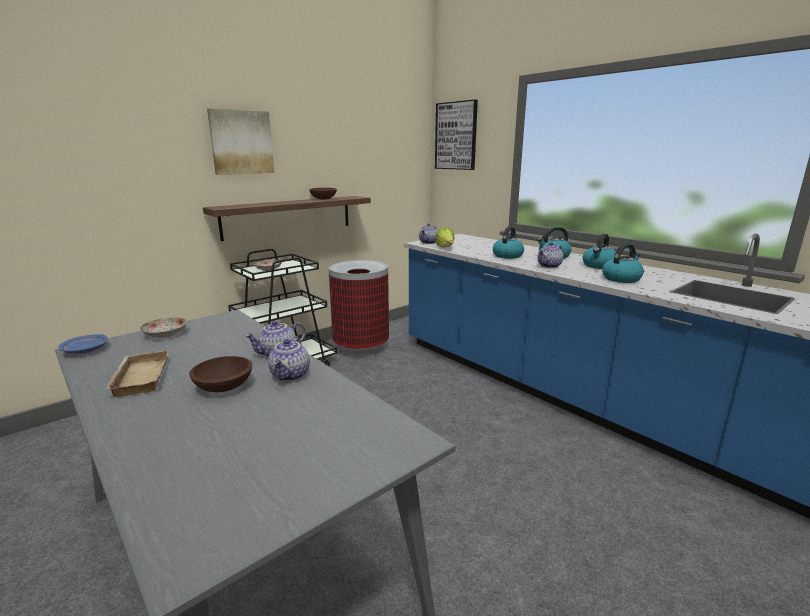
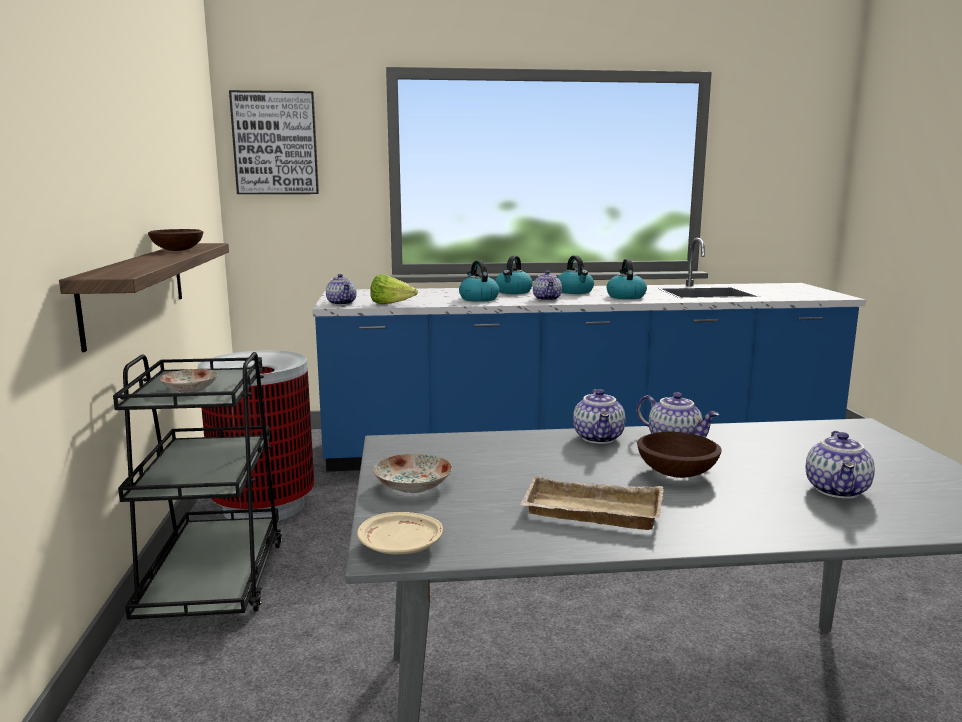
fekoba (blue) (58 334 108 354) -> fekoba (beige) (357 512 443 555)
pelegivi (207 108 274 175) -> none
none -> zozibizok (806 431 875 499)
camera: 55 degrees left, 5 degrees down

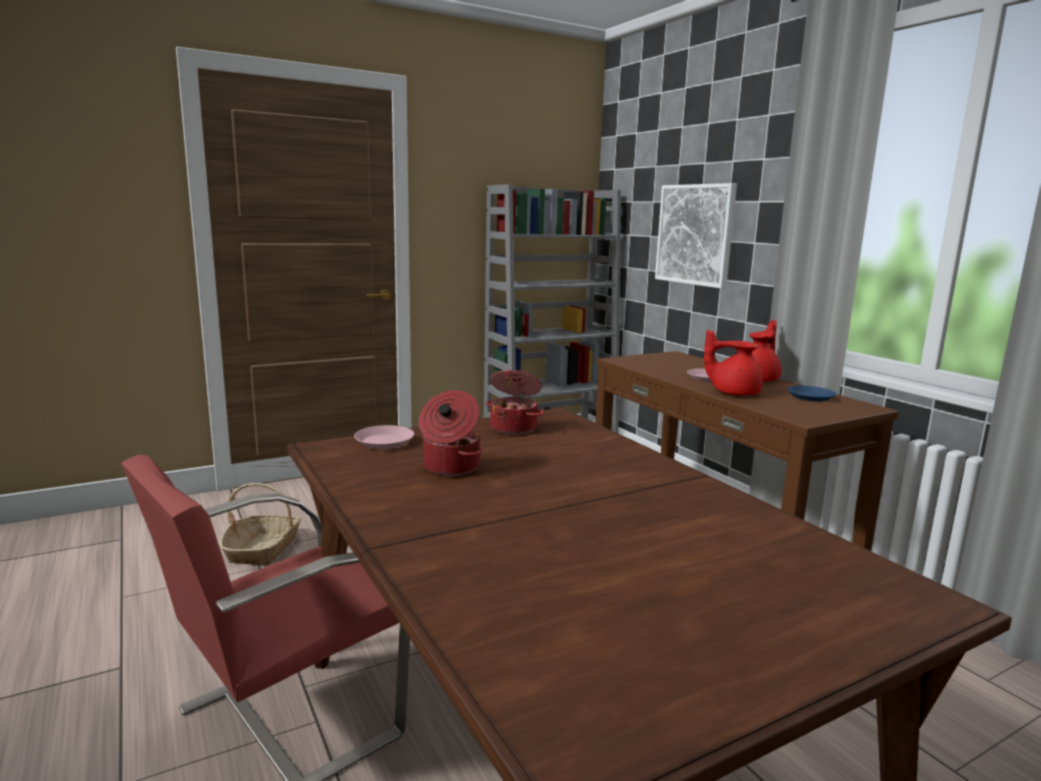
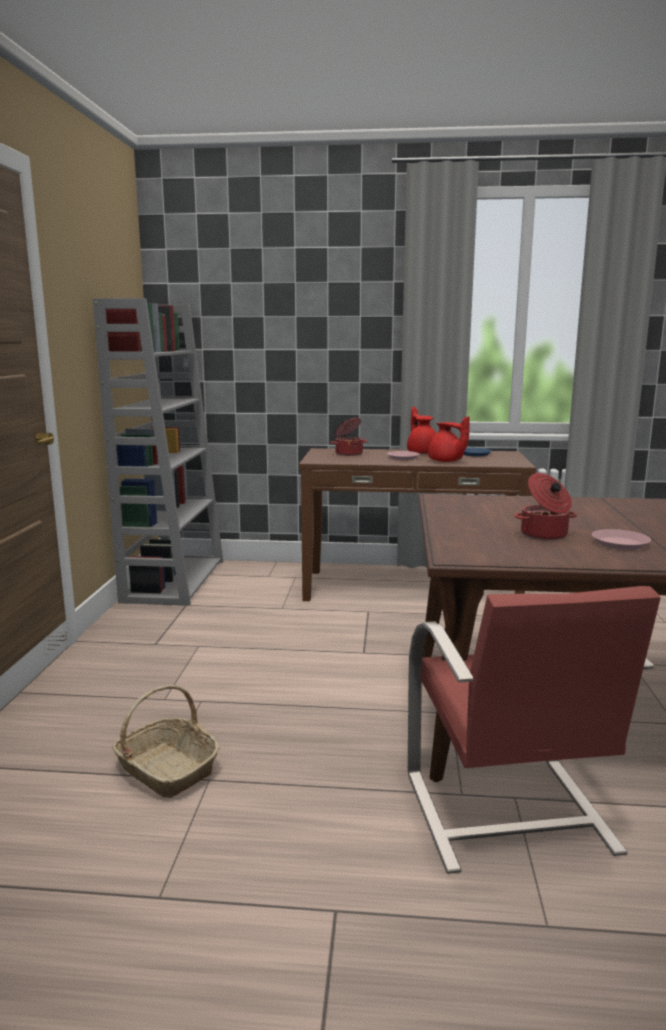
fekoba (pink) (354 425 414 449) -> fekoba (pink) (592 529 651 550), moved
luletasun (486 370 544 435) -> luletasun (330 418 368 456), moved
pelegivi (655 183 737 288) -> none
zozibizok (red) (704 330 763 396) -> zozibizok (red) (428 416 470 462), 90 degrees counterclockwise
camera: 55 degrees left, 0 degrees up

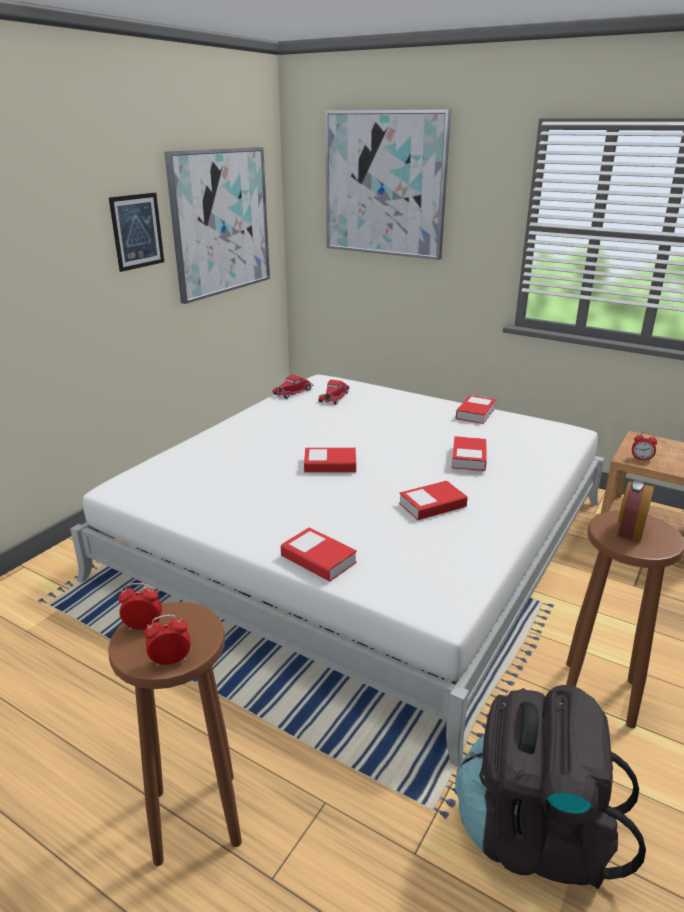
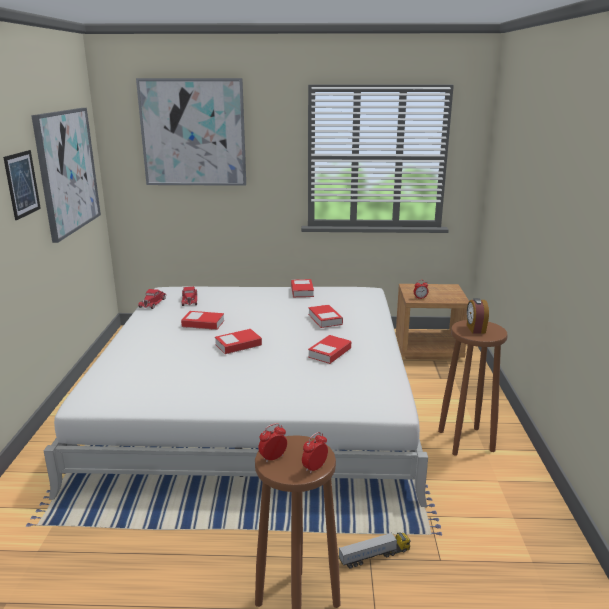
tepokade (281 527 357 582) -> tepokade (181 311 224 330), moved
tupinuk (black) (455 685 646 889) -> none
none -> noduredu (339 532 411 569)
camera: 30 degrees left, 5 degrees down

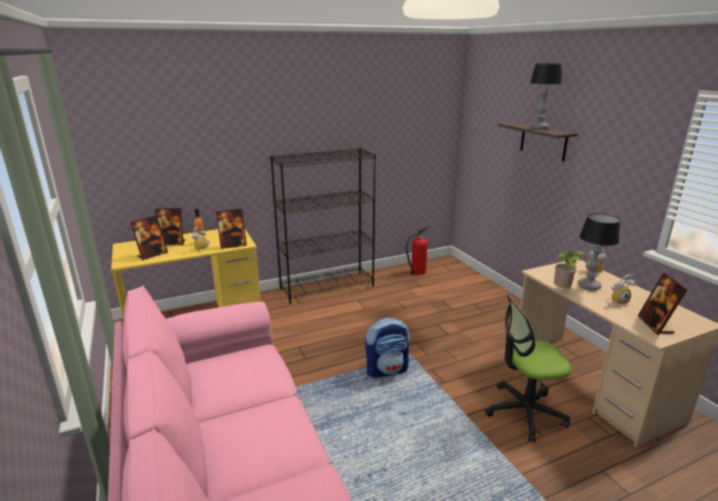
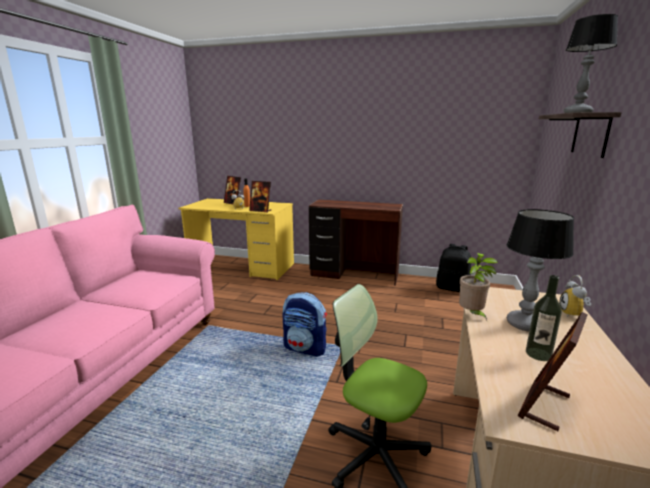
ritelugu (130 215 168 260) -> none
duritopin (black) (270 148 376 304) -> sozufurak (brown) (309 200 403 286)
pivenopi (406 227 429 275) -> tupinuk (black) (436 244 471 292)
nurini (610 275 635 304) -> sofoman (526 275 562 361)
camera: 40 degrees right, 5 degrees down

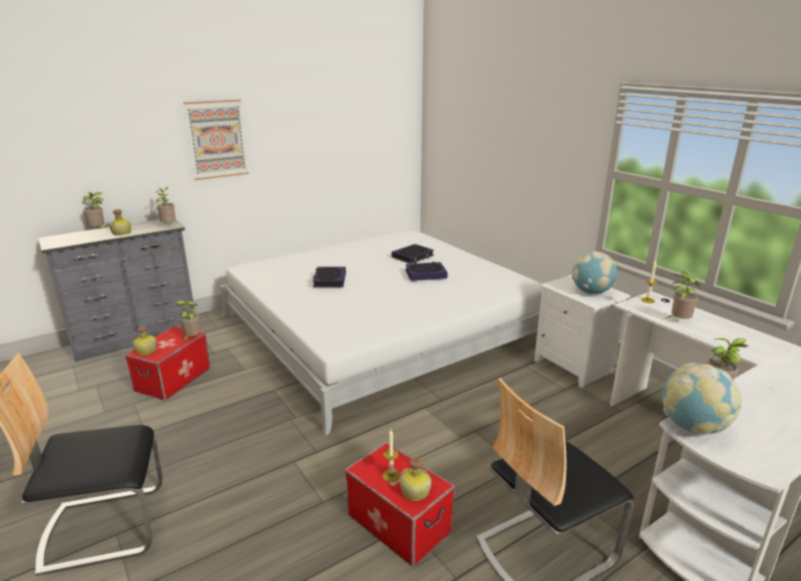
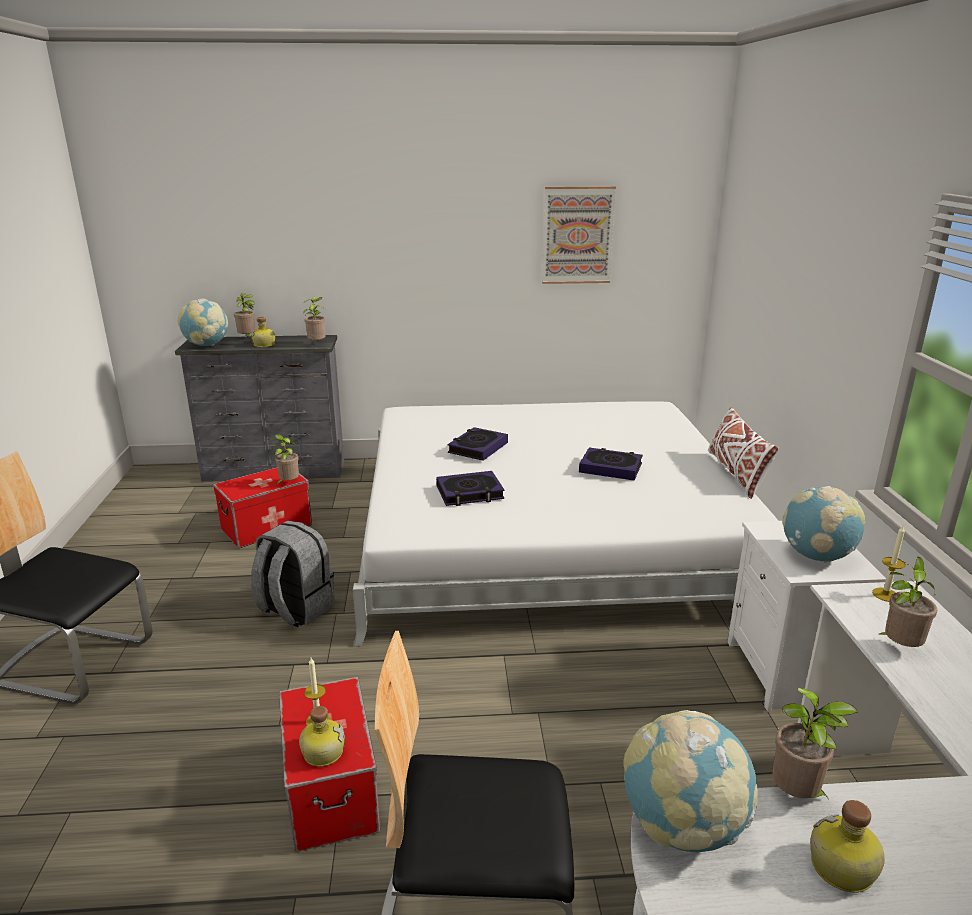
sofoman (133 326 157 355) -> sofoman (810 800 885 893), moved
pelegivi (183 99 249 180) -> pelegivi (542 186 616 284), moved
tepokade (392 244 434 264) -> tepokade (436 471 504 506), moved
none -> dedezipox (178 298 228 346)
none -> tupinuk (grey) (251 521 335 627)
none -> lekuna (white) (708 407 779 499)
camera: 30 degrees right, 0 degrees up

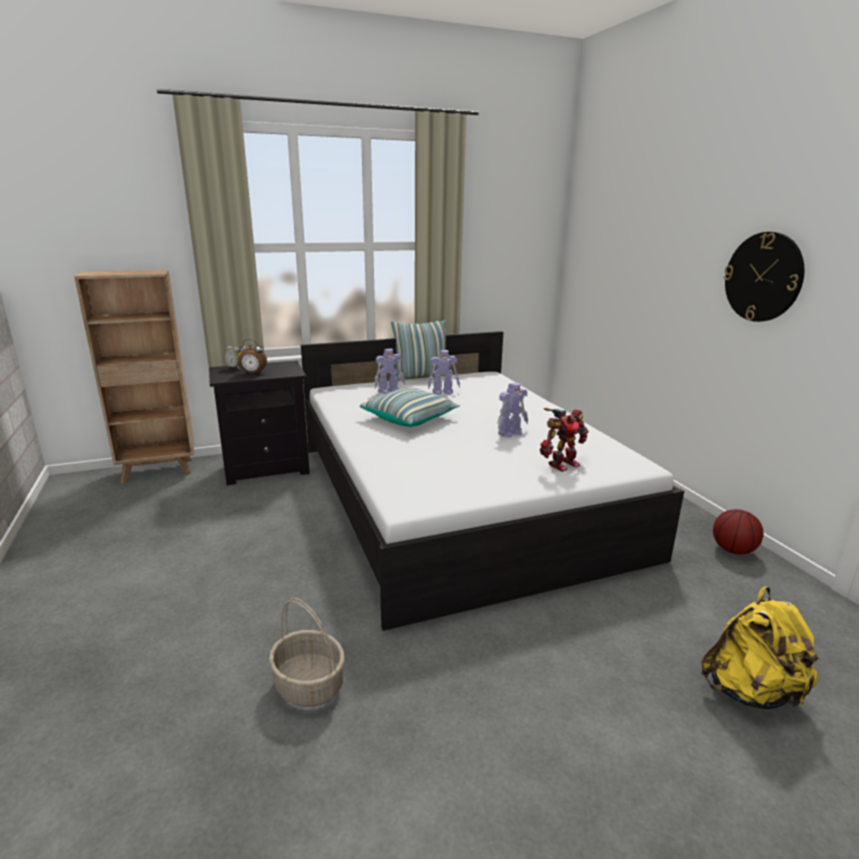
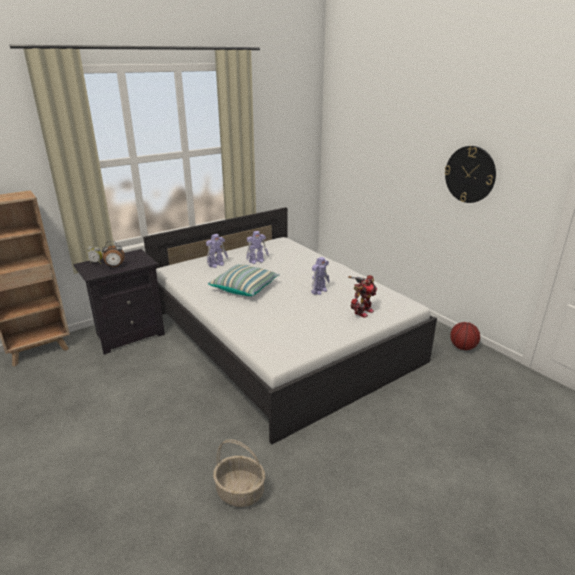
lekuna (391 320 446 381) -> none
tupinuk (yellow) (701 586 821 709) -> none
camera: 15 degrees left, 5 degrees up

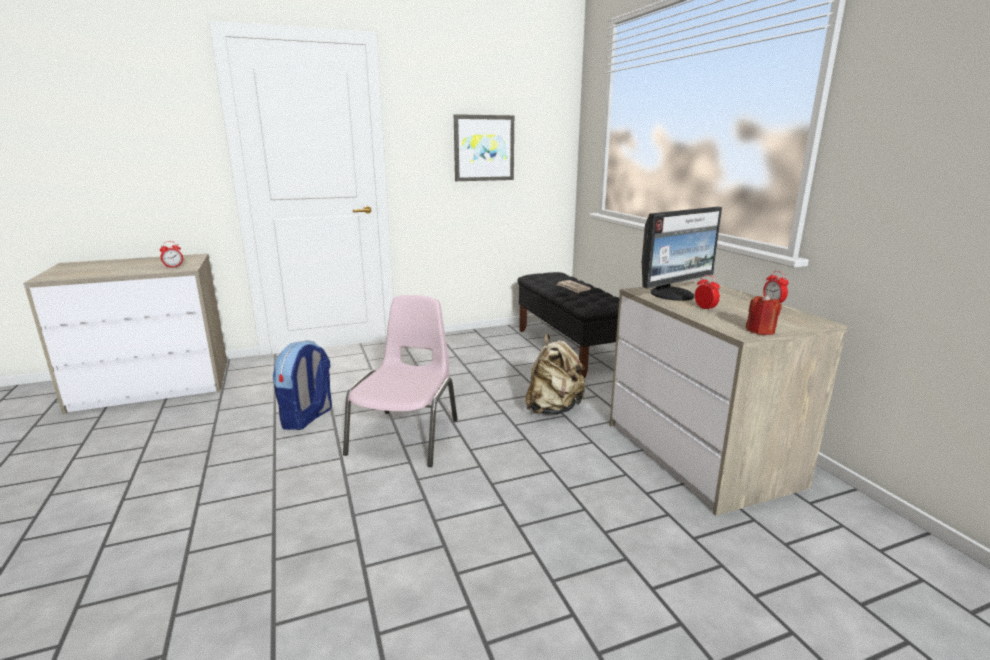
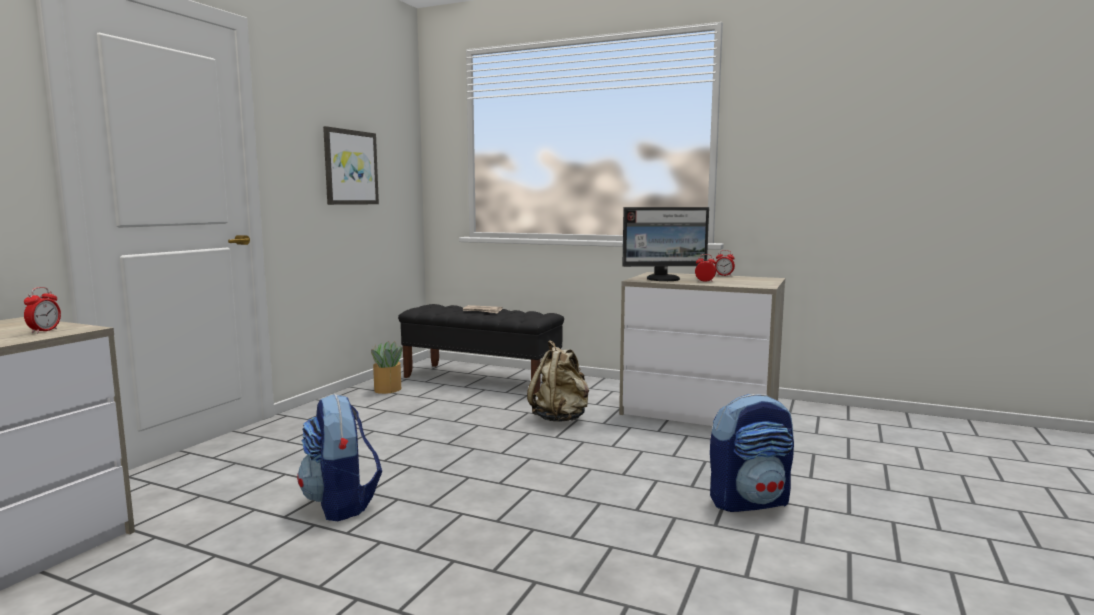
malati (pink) (343 295 458 467) -> none
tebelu (642 207 722 301) -> tebelu (622 207 709 281), 75 degrees clockwise
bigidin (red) (746 294 782 335) -> none
none -> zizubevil (371 341 402 394)
none -> tupinuk (710 394 794 512)
camera: 45 degrees left, 10 degrees down

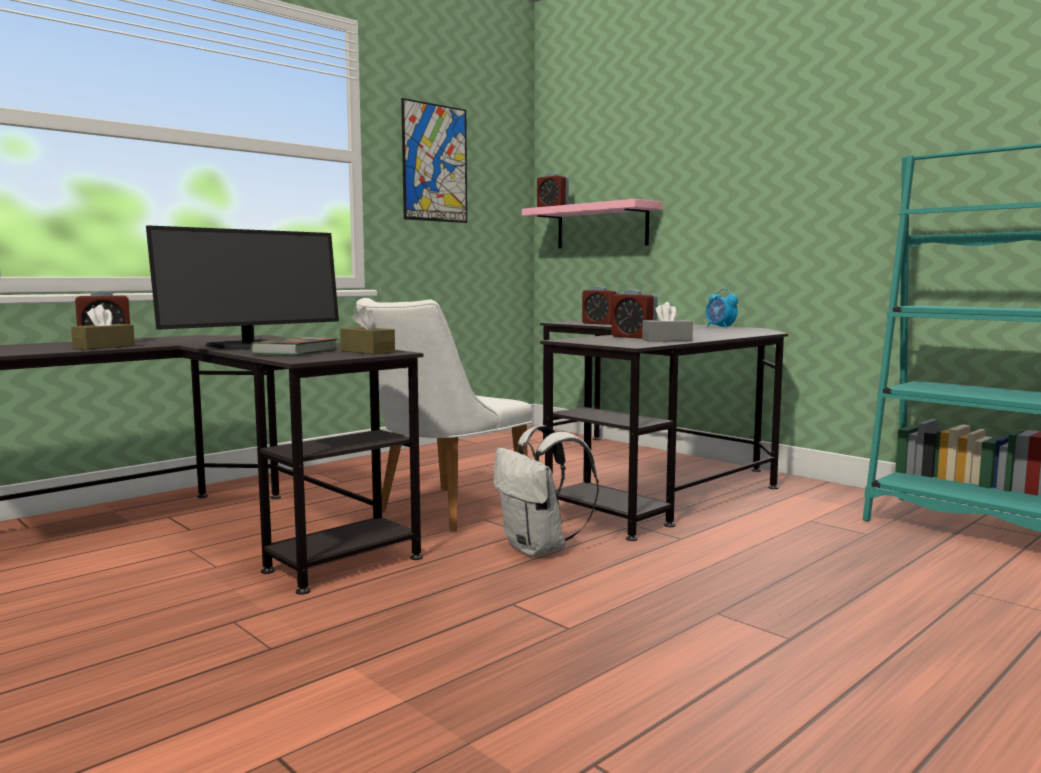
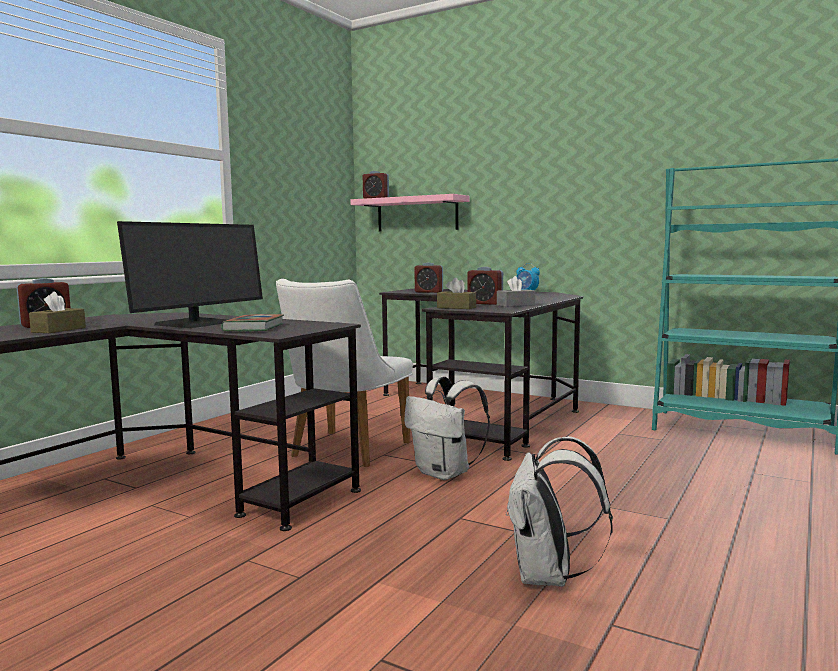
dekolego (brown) (340 306 395 354) -> dekolego (brown) (437 278 476 309), moved
pelegivi (401 98 467 223) -> none
none -> tupinuk (white) (505 436 613 587)
camera: 15 degrees left, 0 degrees up

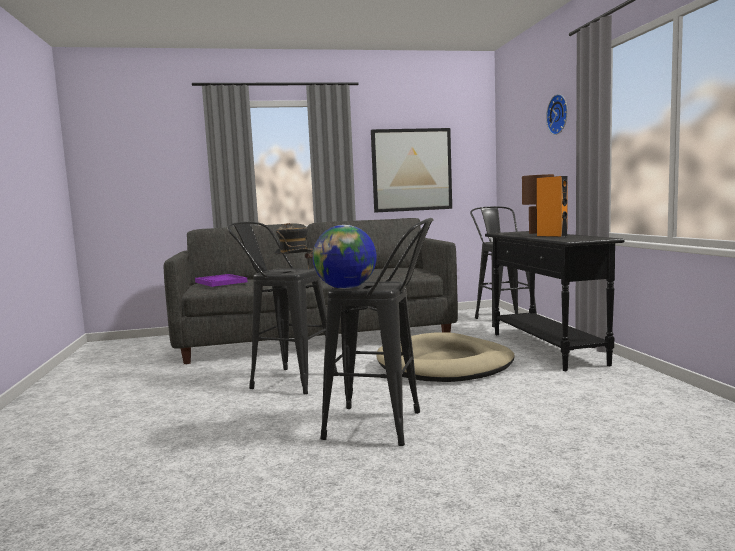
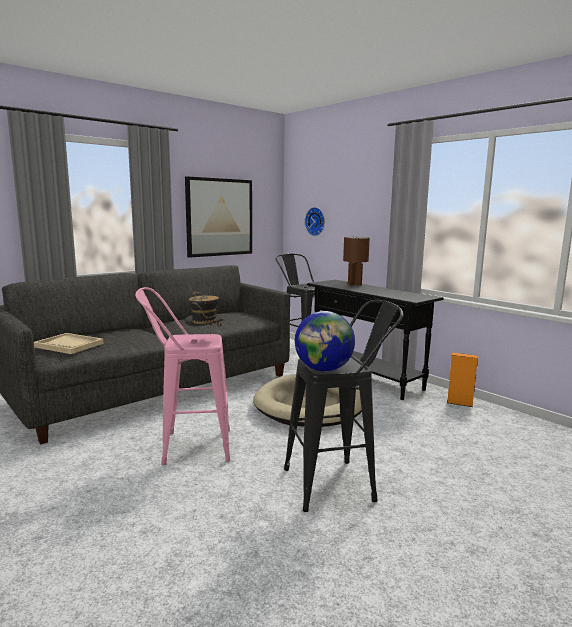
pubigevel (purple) (195 274 247 287) -> pubigevel (beige) (34 333 104 354)
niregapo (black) (227 222 337 394) -> niregapo (pink) (135 287 230 465)
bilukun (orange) (536 176 568 237) -> bilukun (orange) (447 353 478 407), moved
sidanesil (546 94 568 135) -> sidanesil (305 207 325 236), moved
camera: 30 degrees left, 5 degrees up

